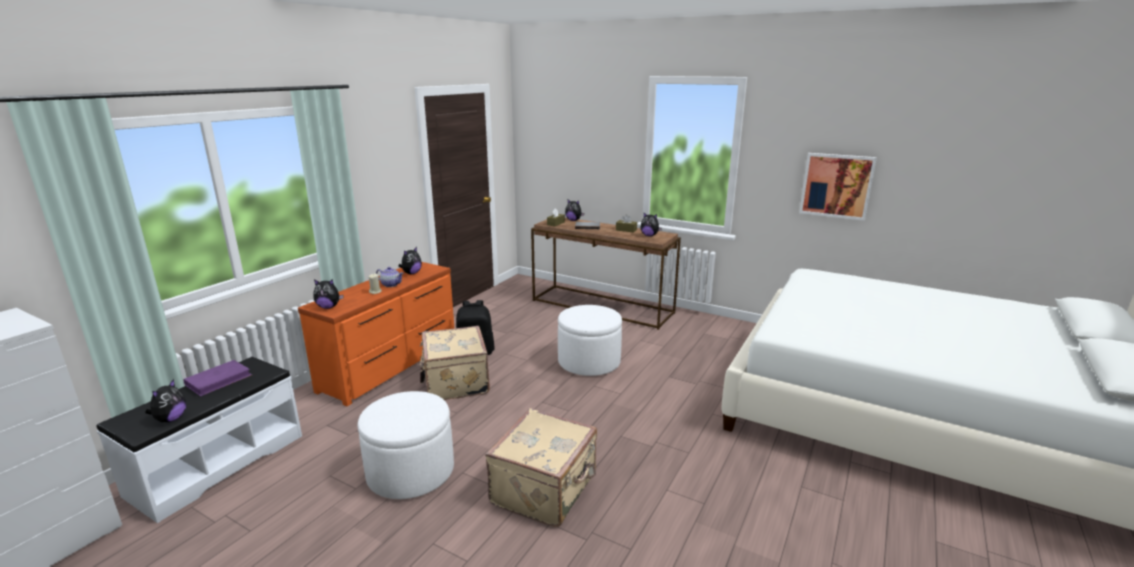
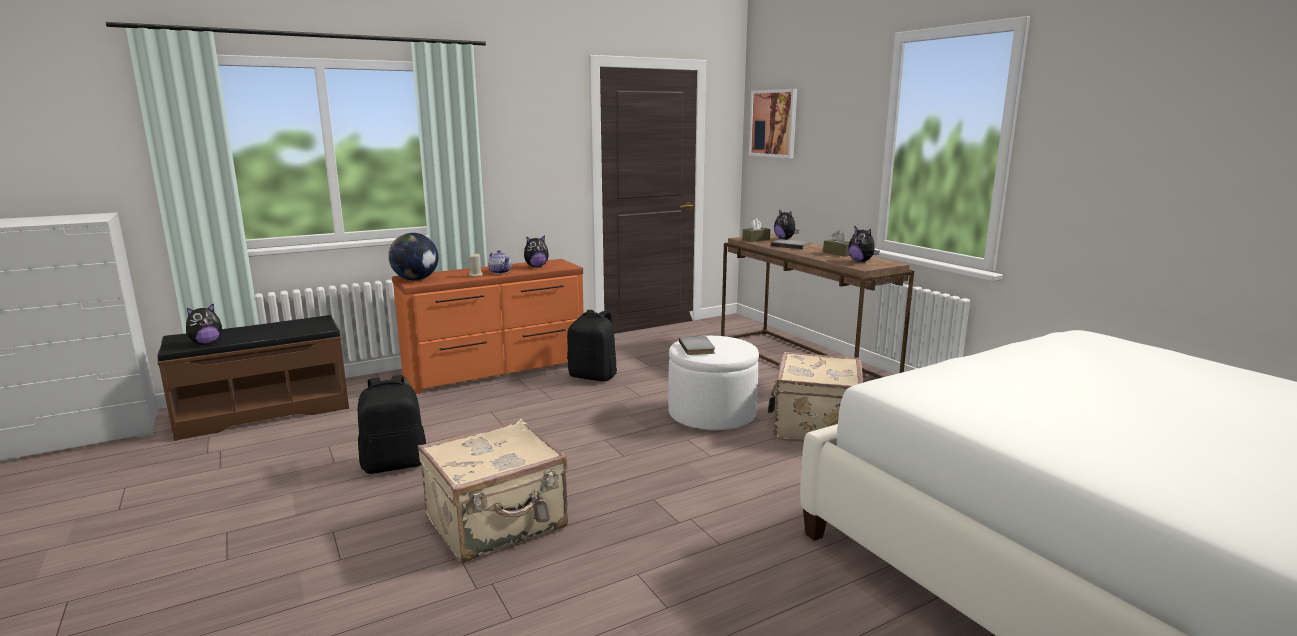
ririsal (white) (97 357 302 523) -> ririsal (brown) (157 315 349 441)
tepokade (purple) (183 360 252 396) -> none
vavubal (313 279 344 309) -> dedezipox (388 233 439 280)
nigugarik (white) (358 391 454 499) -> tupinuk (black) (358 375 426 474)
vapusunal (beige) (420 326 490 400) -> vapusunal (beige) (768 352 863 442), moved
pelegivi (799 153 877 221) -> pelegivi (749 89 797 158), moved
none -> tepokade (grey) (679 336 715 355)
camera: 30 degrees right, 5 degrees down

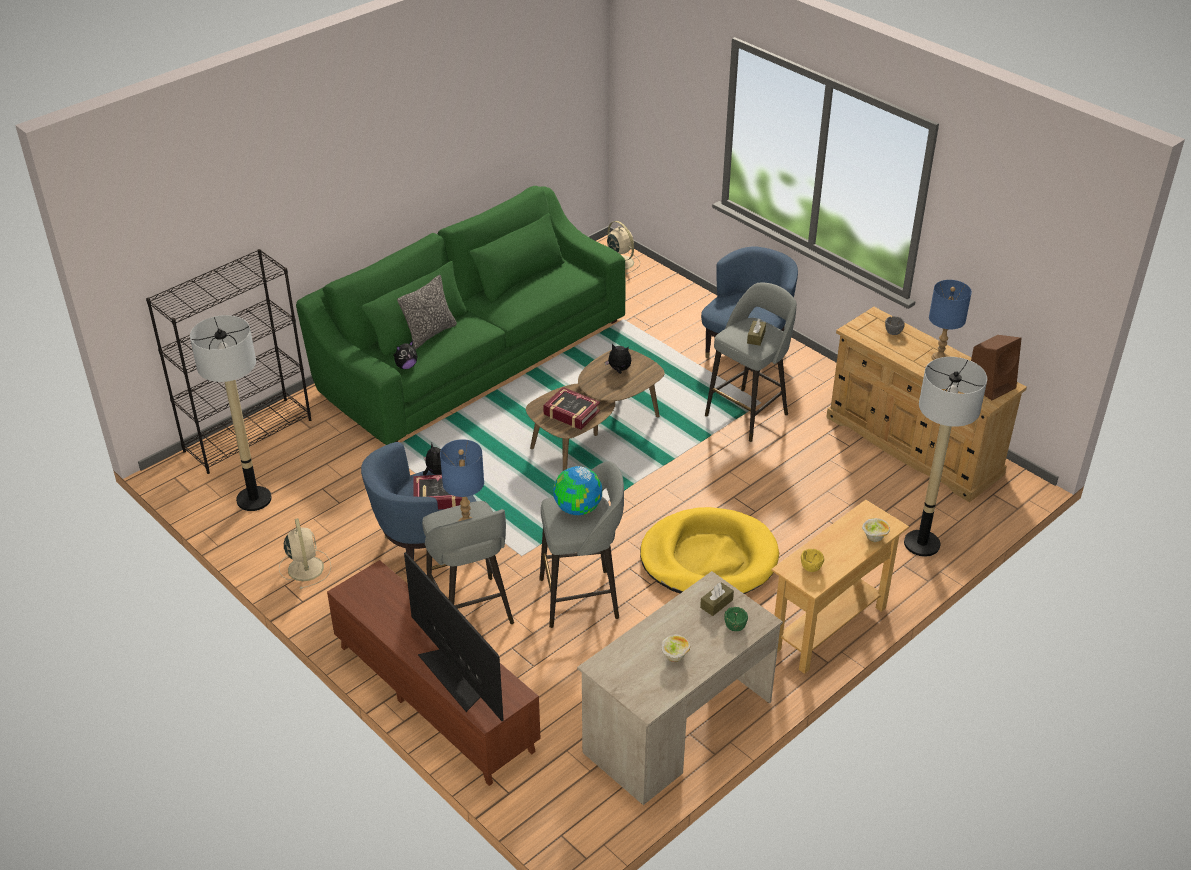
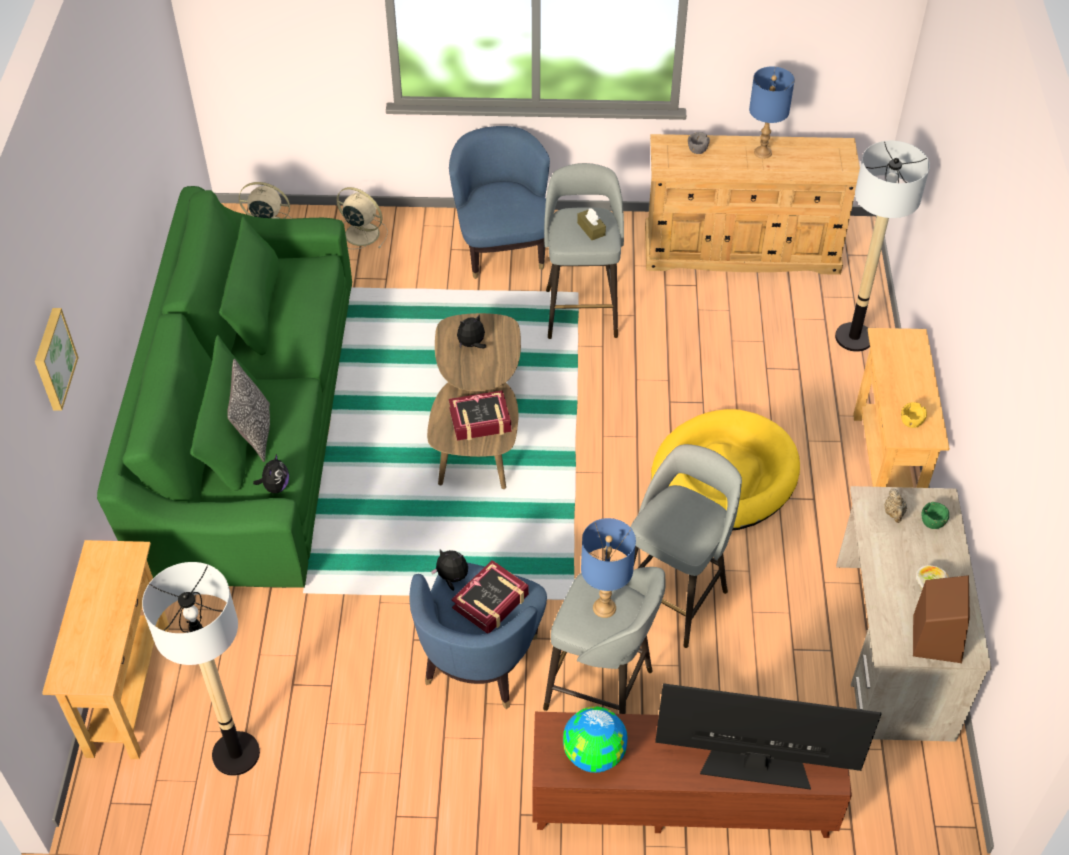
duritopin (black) (146 249 311 474) -> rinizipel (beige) (42 540 169 759)
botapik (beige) (279 518 331 589) -> botapik (beige) (336 187 388 249), moved
dedezipox (553 466 602 515) -> dedezipox (563 706 628 773), moved
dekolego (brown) (700 582 734 616) -> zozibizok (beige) (884 488 907 523)
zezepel (862 518 890 542) -> none
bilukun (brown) (971 335 1022 400) -> bilukun (brown) (913 575 970 663), moved
none -> pelegivi (35 308 79 411)
camera: 45 degrees left, 10 degrees up

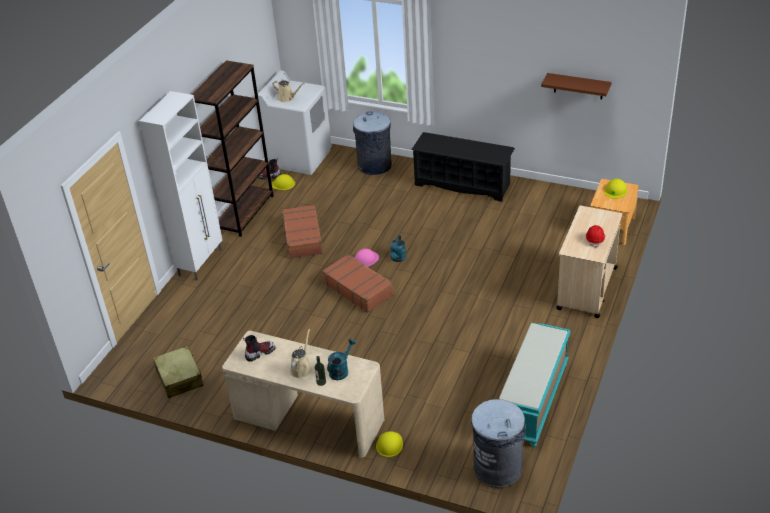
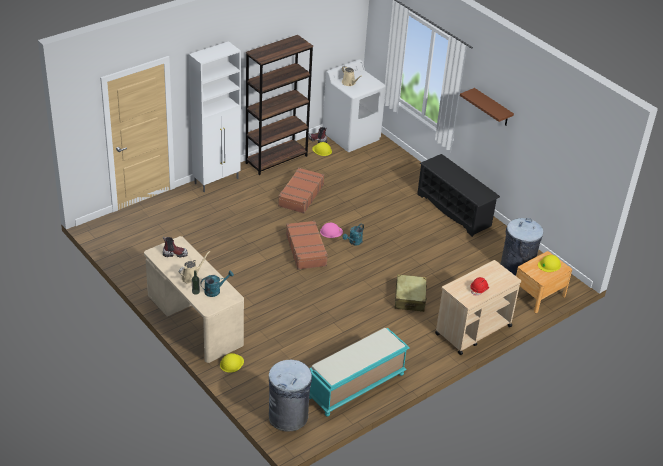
vapusunal (beige) (153 346 204 398) -> vapusunal (beige) (395 274 427 312), moved
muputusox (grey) (353 111 392 175) -> muputusox (grey) (500 218 543 276), moved
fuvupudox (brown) (541 73 612 99) -> fuvupudox (brown) (460 88 514 125), moved
camera: 25 degrees right, 0 degrees up

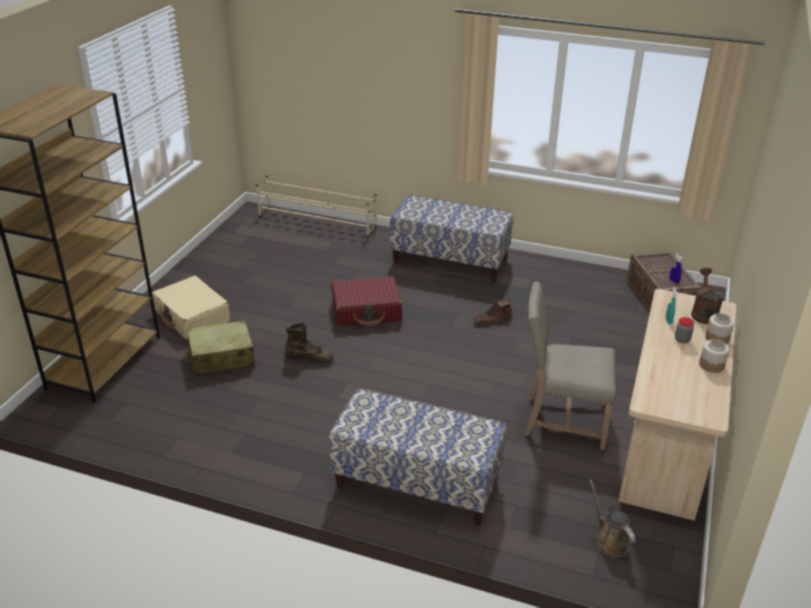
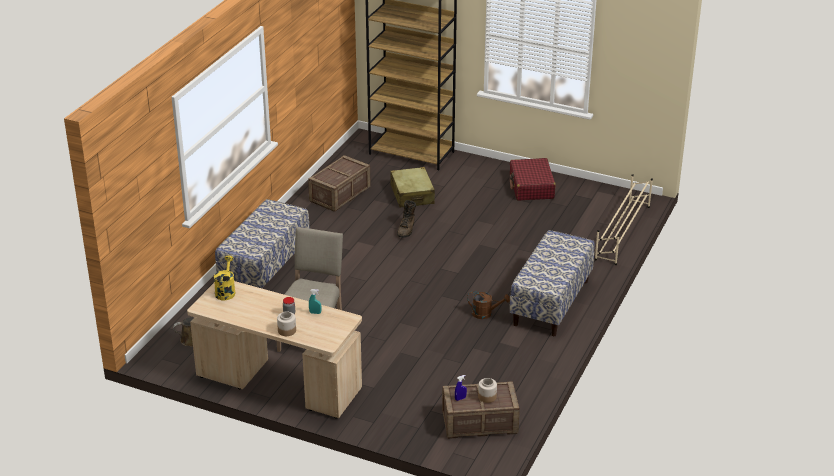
vapusunal (beige) (152 276 230 340) -> none
vapusunal (red) (331 276 402 326) -> vapusunal (red) (510 158 556 200), moved
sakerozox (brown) (473 300 512 325) -> none
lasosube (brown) (691 268 724 324) -> lasosube (brown) (467 291 510 319), moved
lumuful (699 339 729 373) -> lumuful (478 378 497 403), moved
none -> lasosube (yellow) (214 255 235 301)
none -> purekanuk (308 155 371 212)
camera: 95 degrees right, 0 degrees up

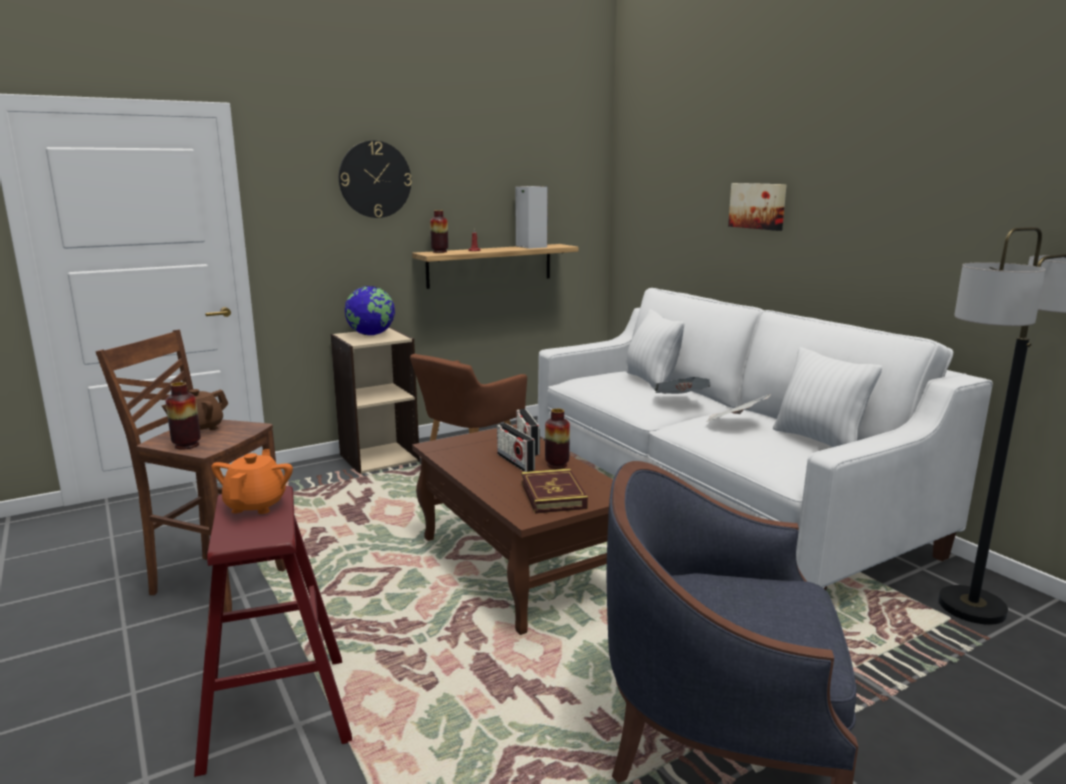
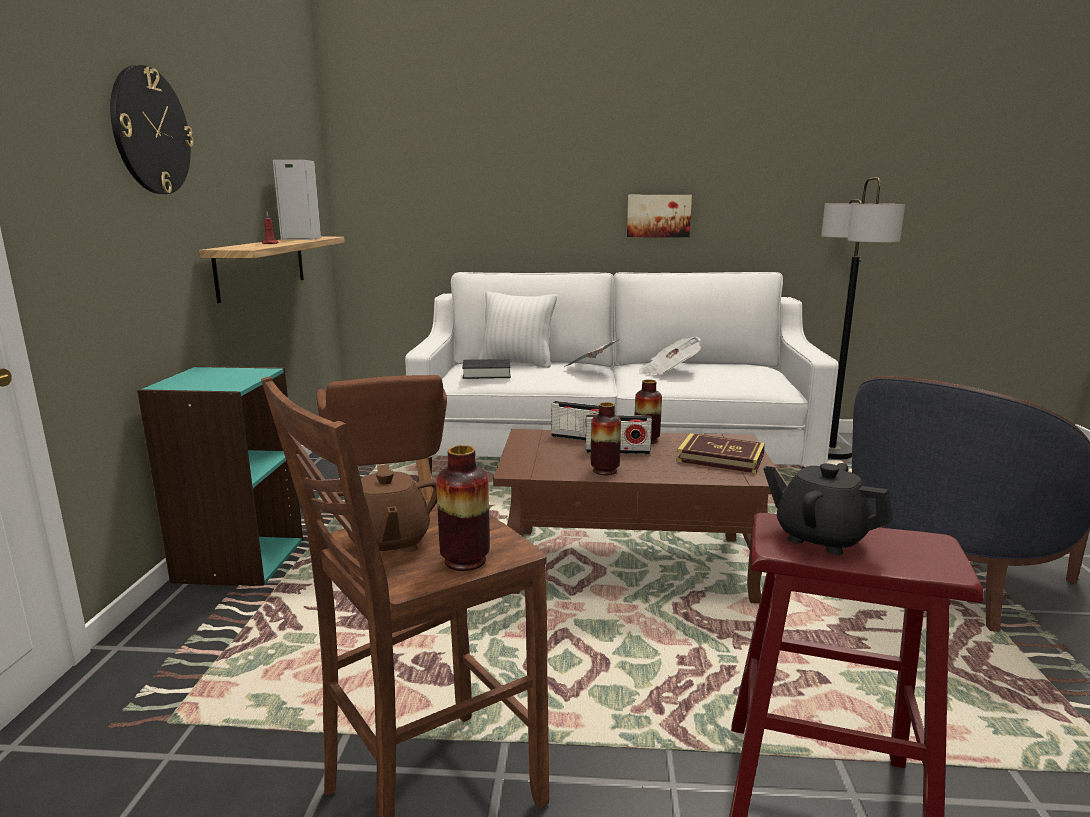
zozibizok (orange) (211 449 293 514) -> zozibizok (black) (764 463 893 555)
duritopin (beige) (331 327 420 474) -> duritopin (turquoise) (137 366 303 586)
dedezipox (345 286 395 335) -> none
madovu (430 210 448 253) -> madovu (591 402 621 475), moved
pelegivi (728 183 787 231) -> pelegivi (627 195 692 237), moved
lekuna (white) (773 347 883 447) -> none
none -> tepokade (black) (462 359 511 379)
camera: 55 degrees left, 0 degrees up

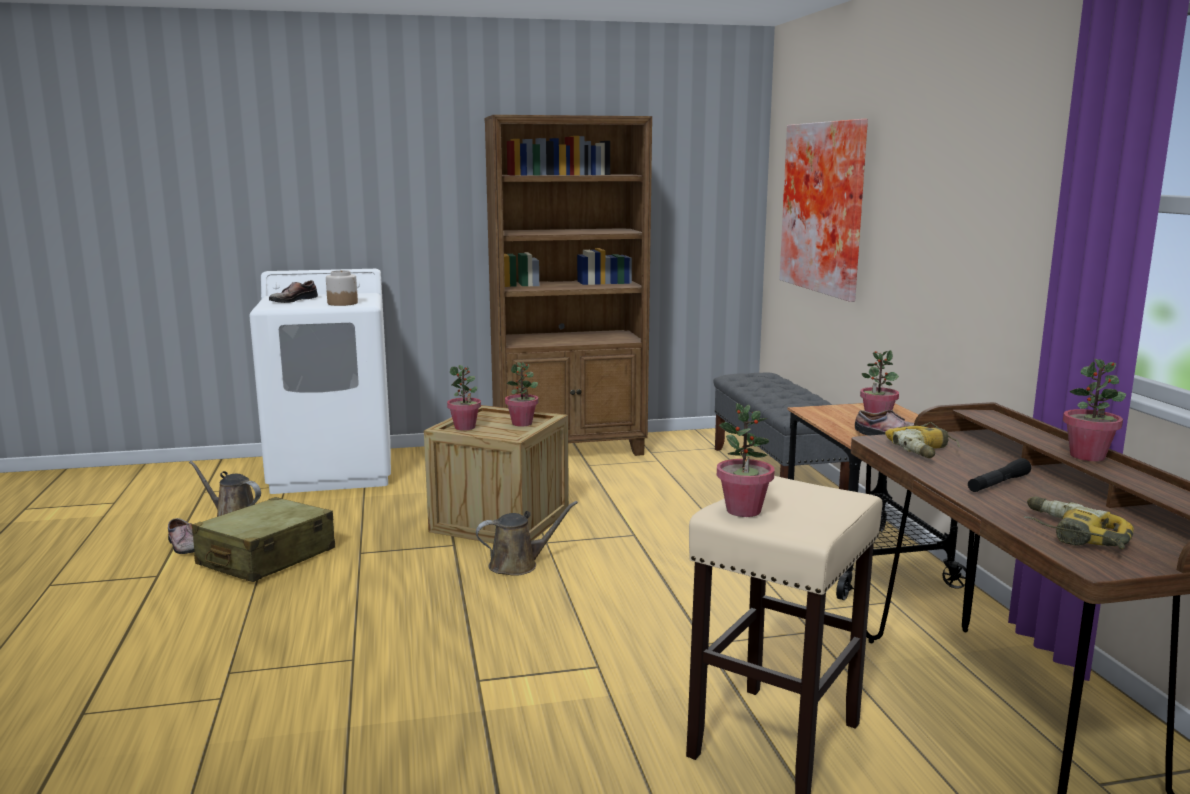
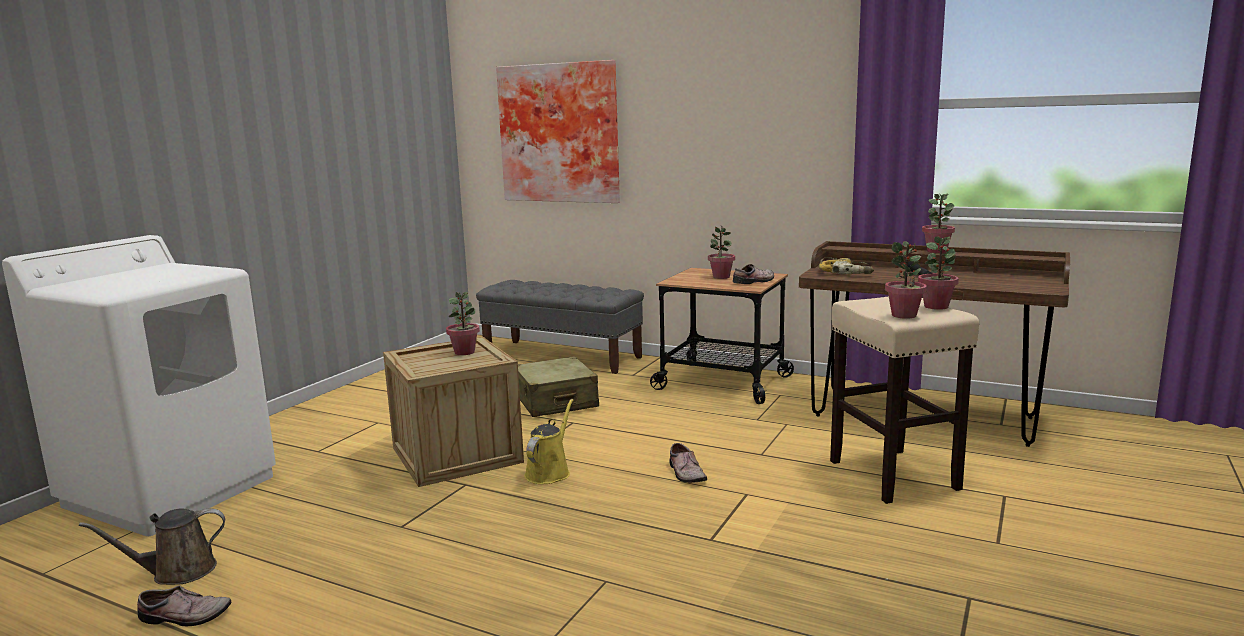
vapusunal (beige) (192 497 335 582) -> vapusunal (beige) (518 356 599 417), moved
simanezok (269 280 318 303) -> simanezok (669 443 707 483), moved
lumuful (326 270 358 306) -> none
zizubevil (447 365 481 431) -> zizubevil (918 236 959 310), moved
lasosube (brown) (476 501 578 576) -> lasosube (yellow) (524 399 573 484)
duritopin (brown) (484 115 652 456) -> none
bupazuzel (1024 496 1134 549) -> none
camera: 50 degrees left, 0 degrees up

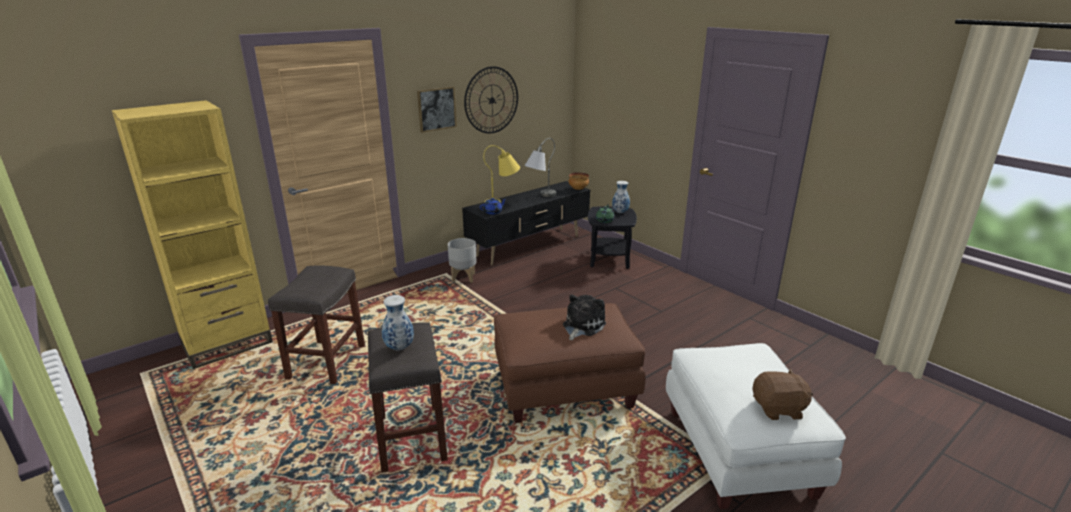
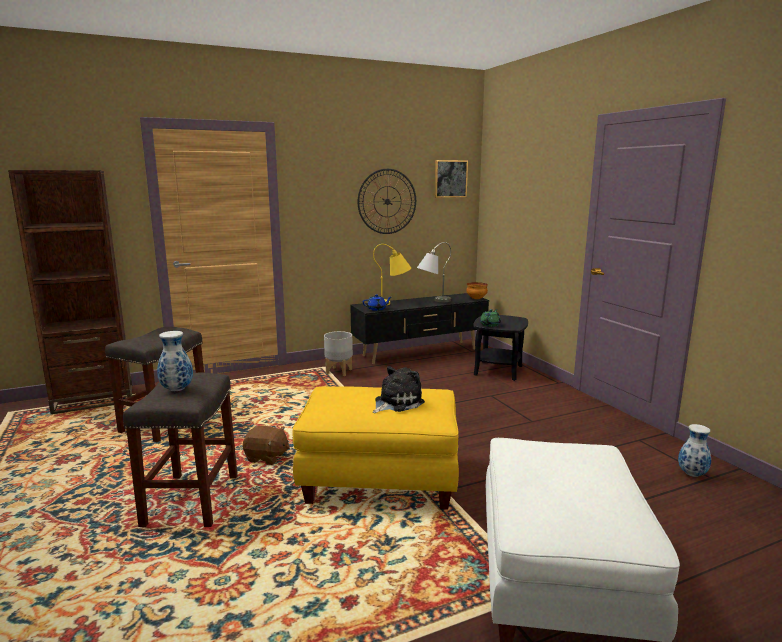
duritopin (yellow) (112 100 273 369) -> duritopin (brown) (8 170 132 414)
pelegivi (417 86 457 133) -> pelegivi (435 160 468 198), moved
nigugarik (brown) (494 303 646 423) -> nigugarik (yellow) (293 386 459 510)
madovu (612 181 630 213) -> madovu (678 424 711 477), moved
vavubal (brown) (752 369 813 420) -> vavubal (brown) (243 426 290 465), moved
camera: 15 degrees right, 10 degrees down

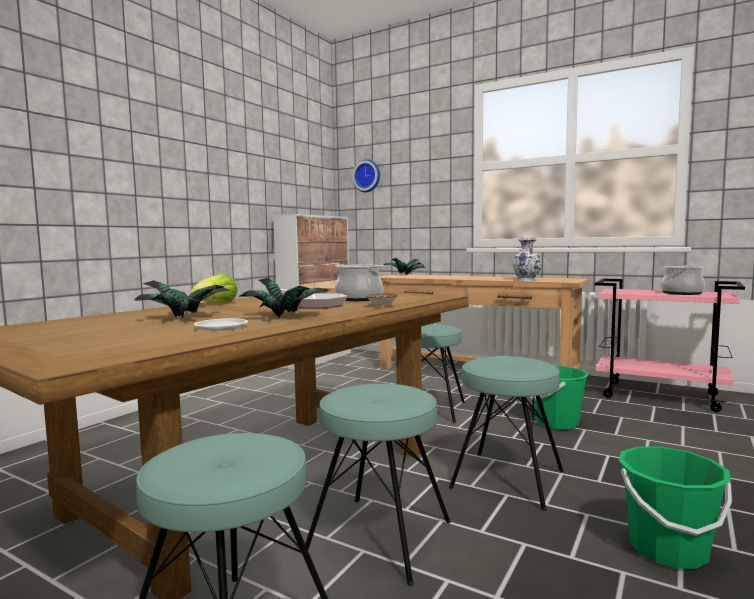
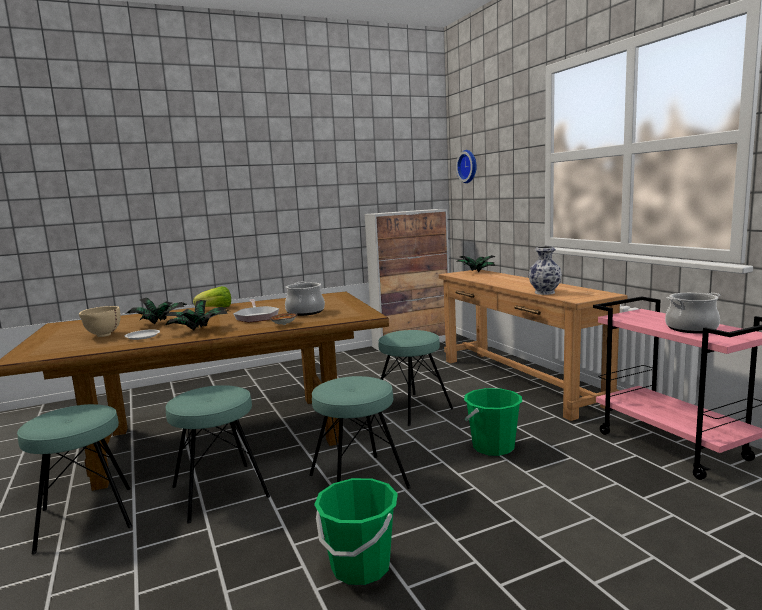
none -> zezepel (beige) (79 306 120 337)
camera: 35 degrees right, 5 degrees up

